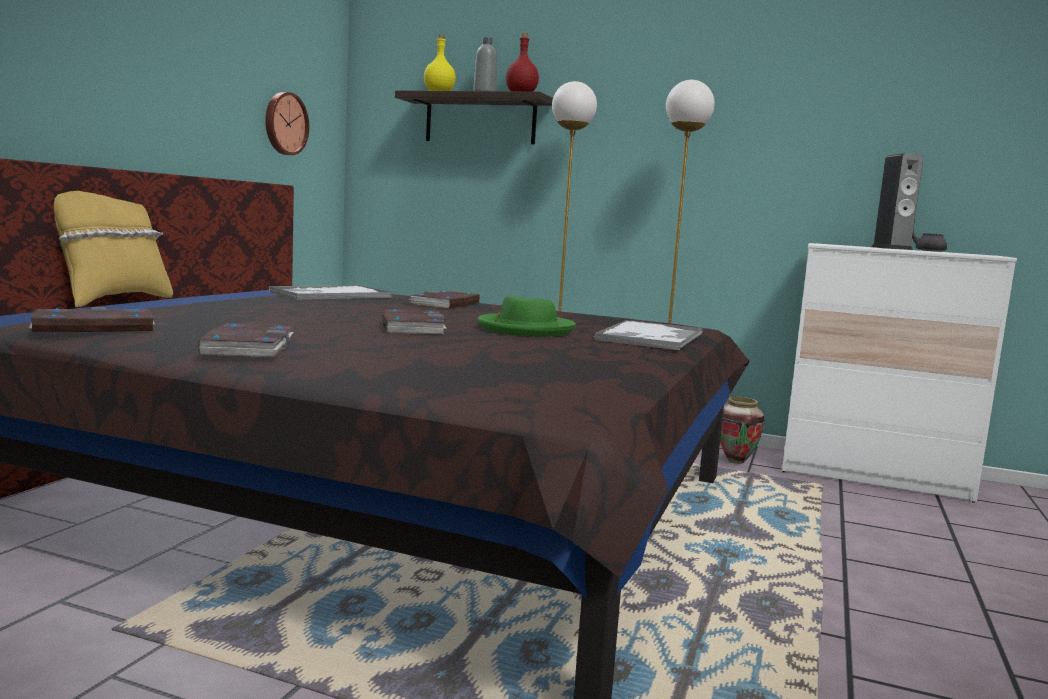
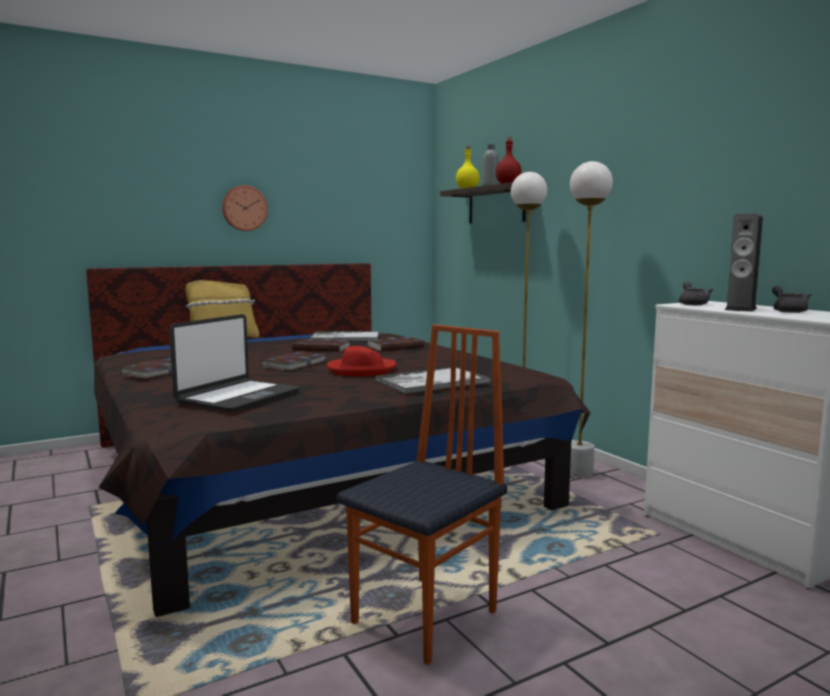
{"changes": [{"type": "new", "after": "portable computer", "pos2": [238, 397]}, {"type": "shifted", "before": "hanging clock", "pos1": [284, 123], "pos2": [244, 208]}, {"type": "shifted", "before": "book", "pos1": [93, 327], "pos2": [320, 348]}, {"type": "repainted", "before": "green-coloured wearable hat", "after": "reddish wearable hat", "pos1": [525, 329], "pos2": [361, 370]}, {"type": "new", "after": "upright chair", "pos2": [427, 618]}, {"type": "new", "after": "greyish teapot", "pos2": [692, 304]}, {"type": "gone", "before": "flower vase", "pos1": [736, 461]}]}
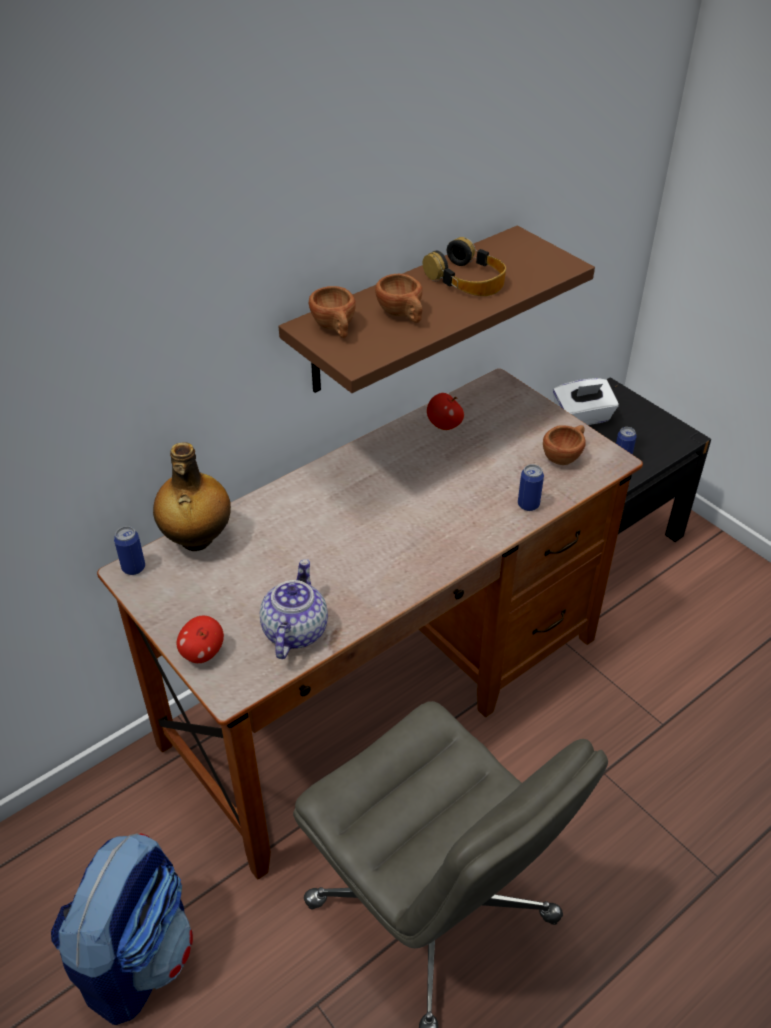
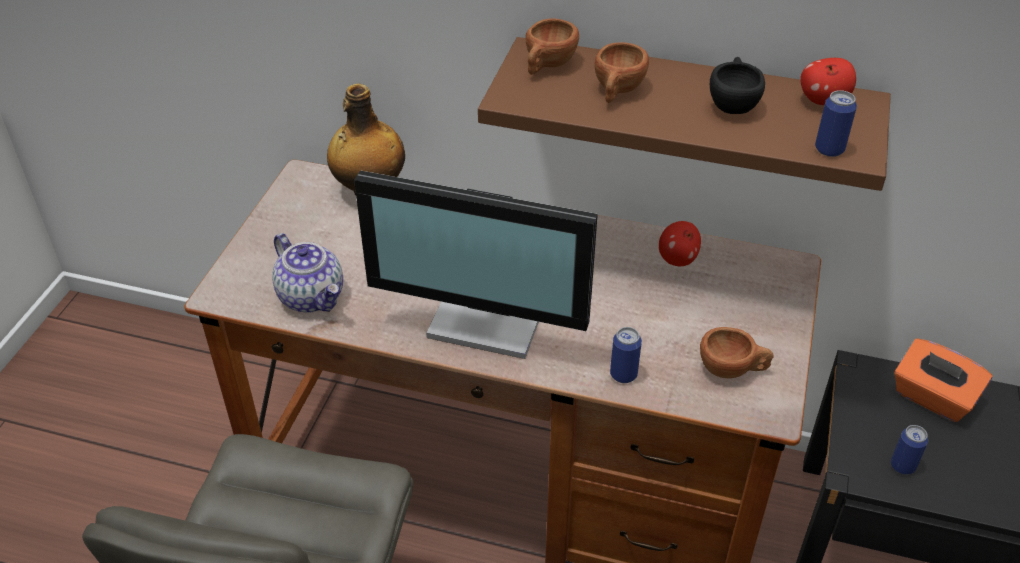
{"changes": [{"type": "rotated", "before": "teapot", "pos1": [294, 630], "pos2": [312, 297], "turn": 75}, {"type": "new", "after": "monitor", "pos2": [490, 317]}, {"type": "swapped", "before": "pair of headphones", "after": "blackish cup", "pos1": [467, 279], "pos2": [732, 103]}, {"type": "shifted", "before": "whole apple", "pos1": [202, 653], "pos2": [823, 100]}, {"type": "shifted", "before": "metal can", "pos1": [133, 568], "pos2": [829, 149]}, {"type": "repainted", "before": "whitish tissue box", "after": "orange-coloured tissue box", "pos1": [582, 418], "pos2": [932, 397]}, {"type": "gone", "before": "rucksack", "pos1": [138, 956]}]}
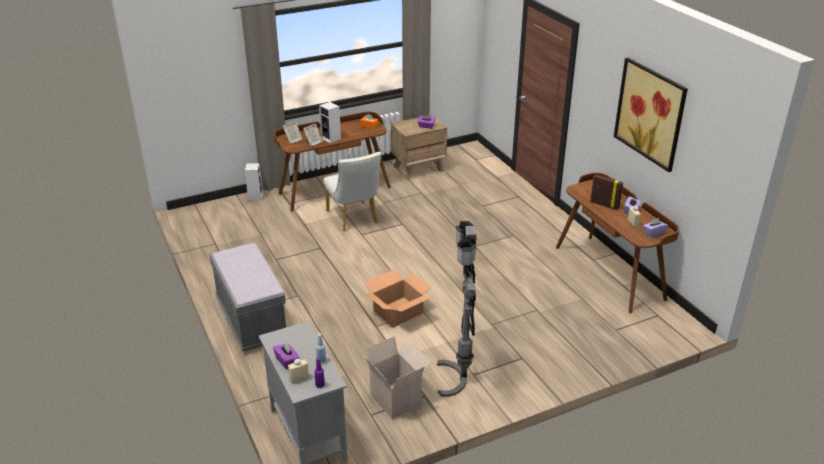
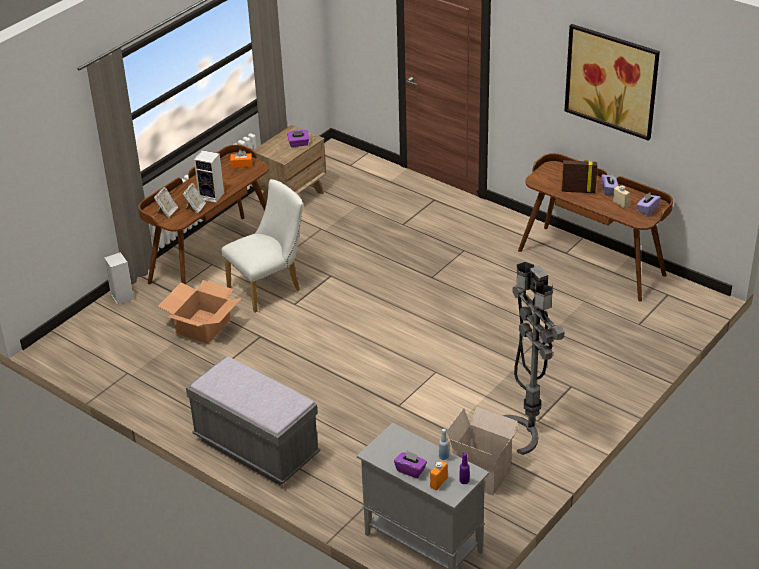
{"changes": [{"type": "shifted", "before": "packing box", "pos1": [397, 311], "pos2": [202, 326]}, {"type": "rotated", "before": "whitish upright chair", "pos1": [354, 219], "pos2": [269, 287], "turn": -75}, {"type": "repainted", "before": "sand-coloured beverage bottle", "after": "orange-coloured beverage bottle", "pos1": [299, 379], "pos2": [439, 483]}]}
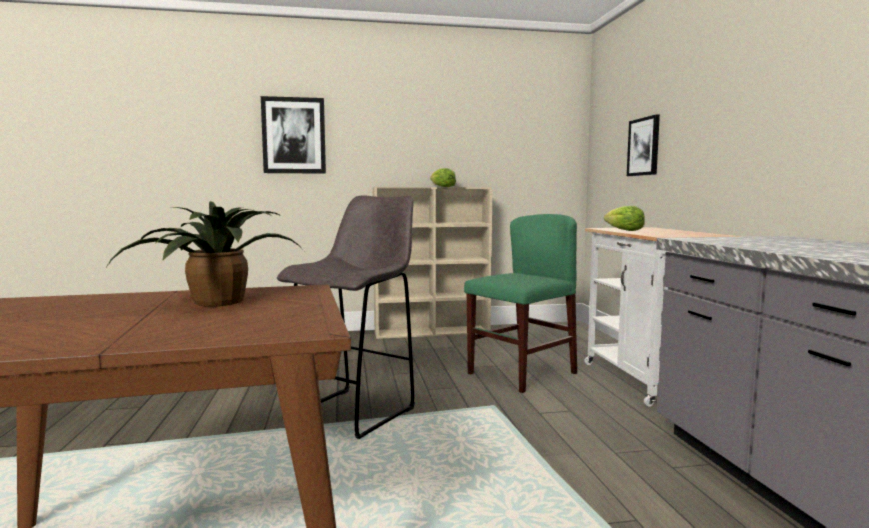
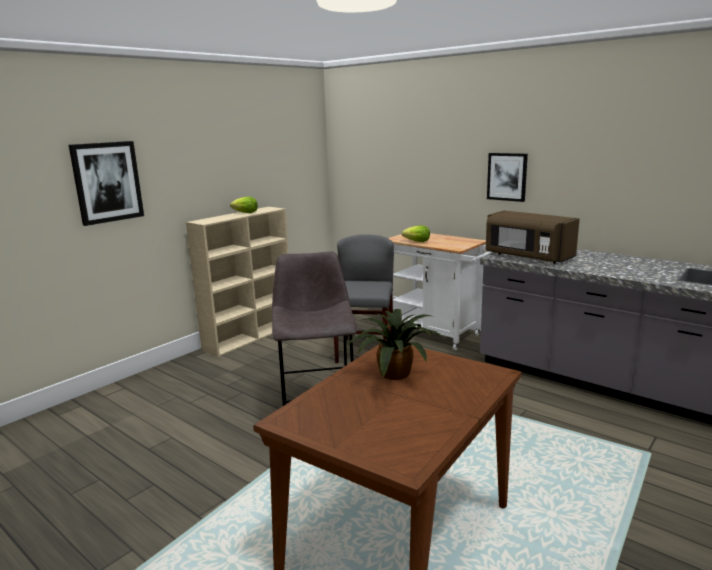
{"changes": [{"type": "repainted", "before": "green-coloured upright chair", "after": "greyish upright chair", "pos1": [522, 373], "pos2": [365, 351]}, {"type": "new", "after": "brown kitchen microwave", "pos2": [527, 257]}, {"type": "shifted", "before": "wall art", "pos1": [644, 147], "pos2": [507, 176]}]}
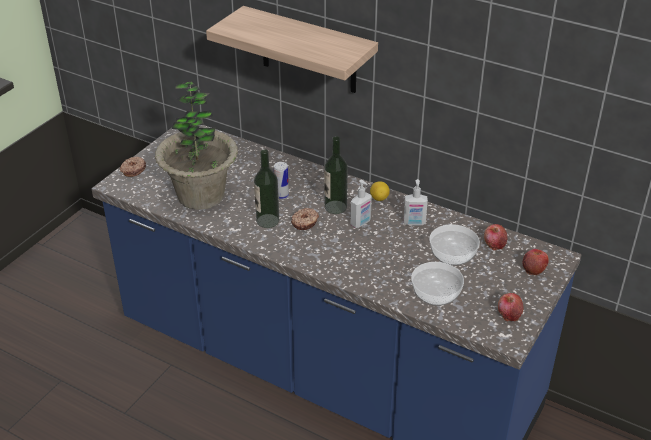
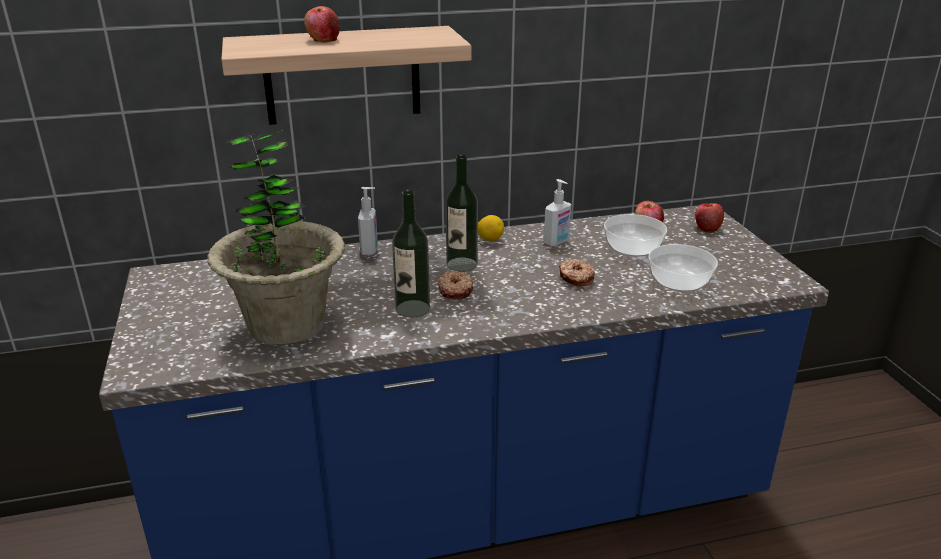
{"changes": [{"type": "shifted", "before": "whole apple", "pos1": [509, 315], "pos2": [323, 39]}, {"type": "shifted", "before": "liquid soap bottle", "pos1": [361, 223], "pos2": [370, 250]}, {"type": "shifted", "before": "doughnut", "pos1": [133, 170], "pos2": [576, 278]}, {"type": "gone", "before": "metal can", "pos1": [281, 196]}]}
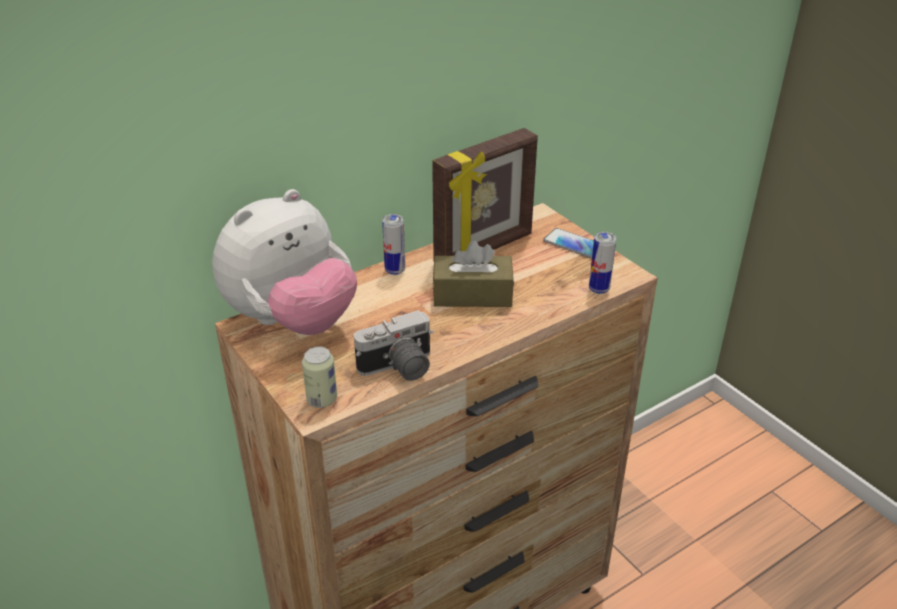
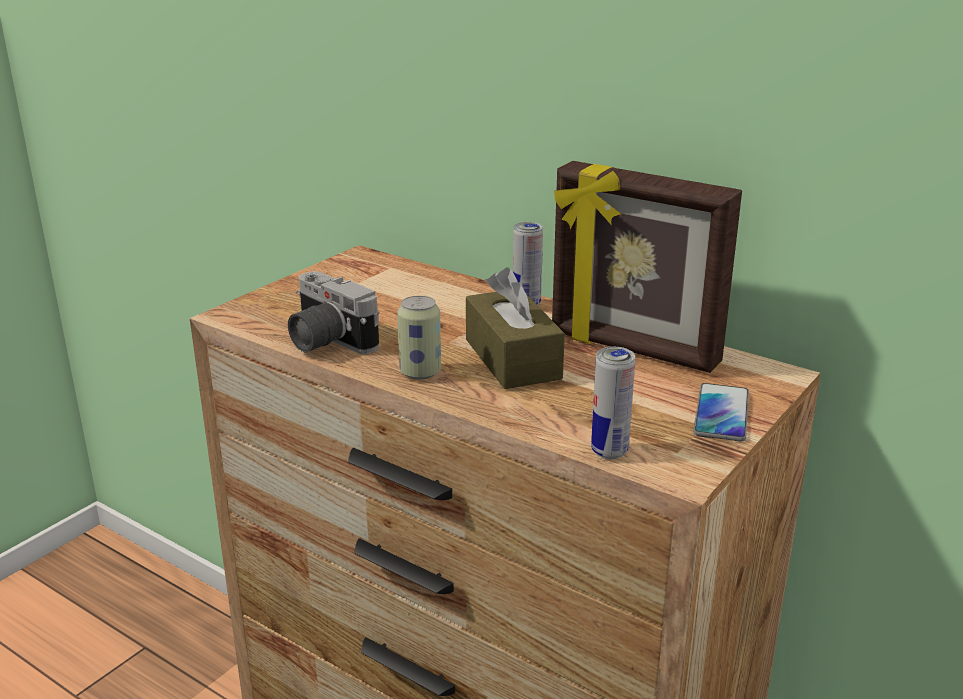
{"changes": [{"type": "shifted", "before": "metal can", "pos1": [322, 399], "pos2": [420, 372]}, {"type": "gone", "before": "cuddly toy", "pos1": [292, 321]}]}
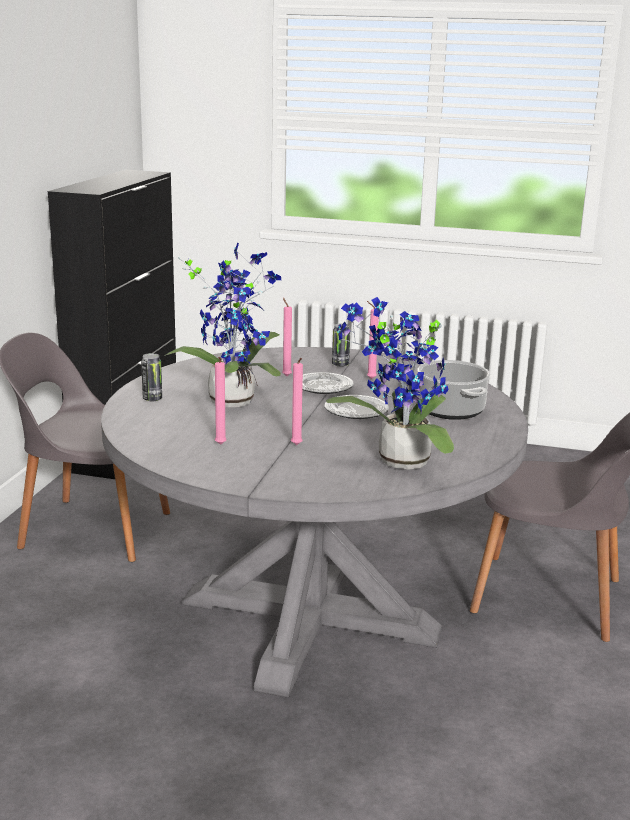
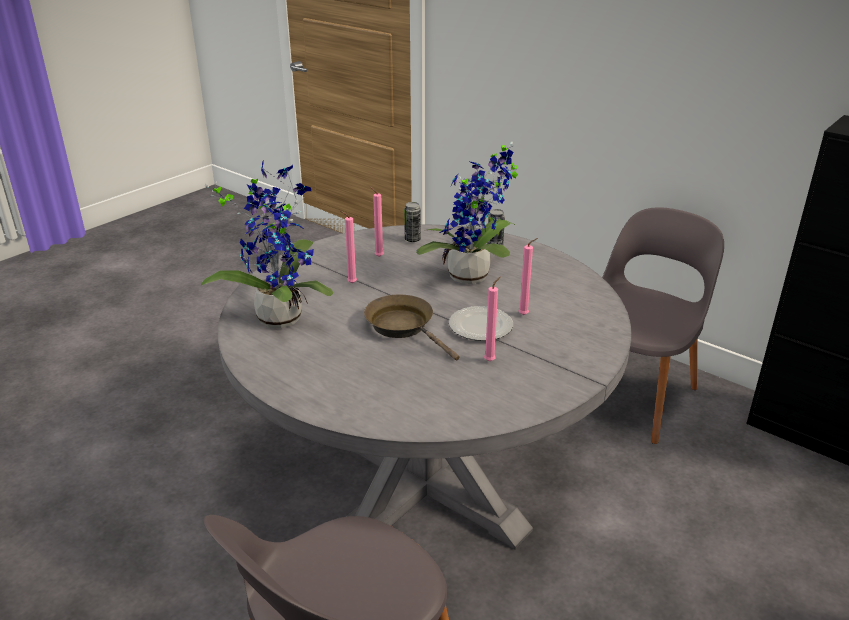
{"changes": [{"type": "swapped", "before": "dinner plate", "after": "brown frying pan", "pos1": [355, 411], "pos2": [404, 327]}, {"type": "shifted", "before": "metal can", "pos1": [340, 364], "pos2": [412, 239]}, {"type": "gone", "before": "cooking pot", "pos1": [451, 410]}]}
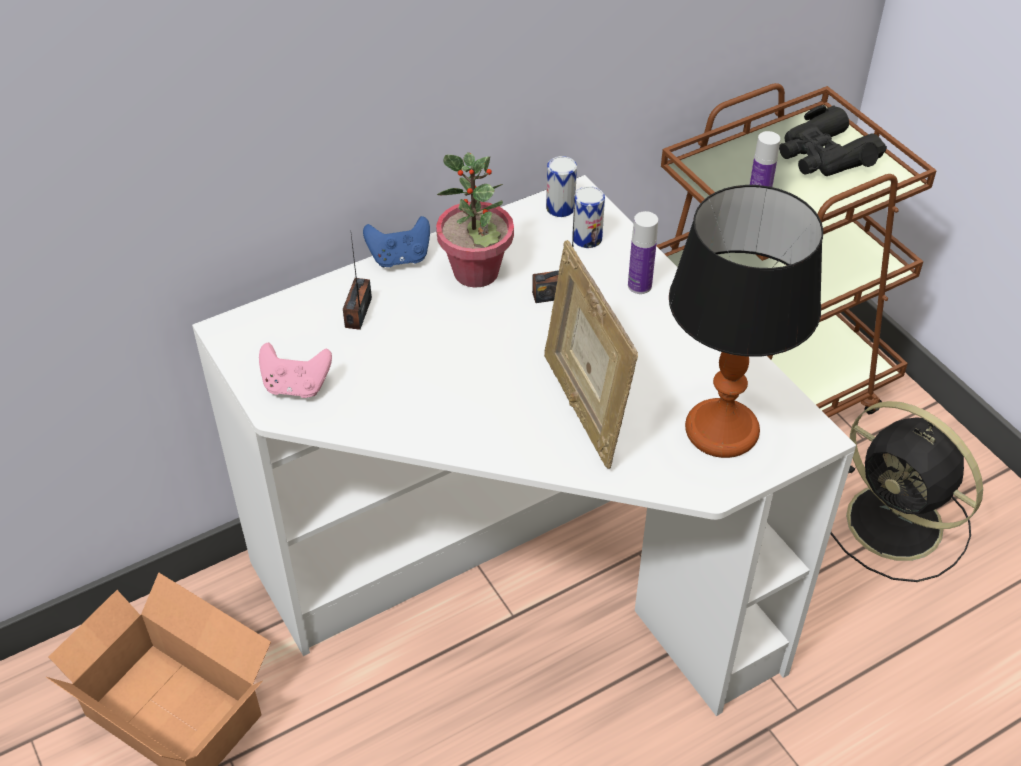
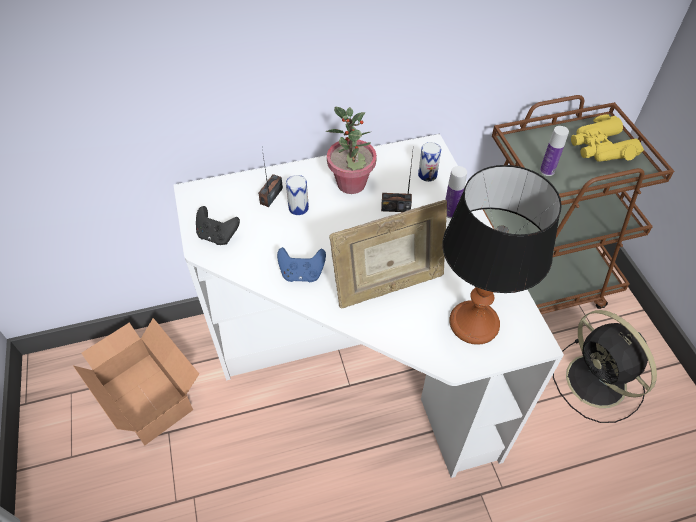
{"changes": [{"type": "repainted", "before": "pink joypad", "after": "blackish joypad", "pos1": [296, 386], "pos2": [217, 236]}, {"type": "shifted", "before": "blue-coloured joypad", "pos1": [400, 258], "pos2": [302, 274]}, {"type": "shifted", "before": "metal can", "pos1": [560, 208], "pos2": [298, 208]}, {"type": "rotated", "before": "standing frame", "pos1": [583, 407], "pos2": [388, 287], "turn": -105}, {"type": "repainted", "before": "blackish pair of binoculars", "after": "yellow-coloured pair of binoculars", "pos1": [824, 156], "pos2": [600, 147]}]}
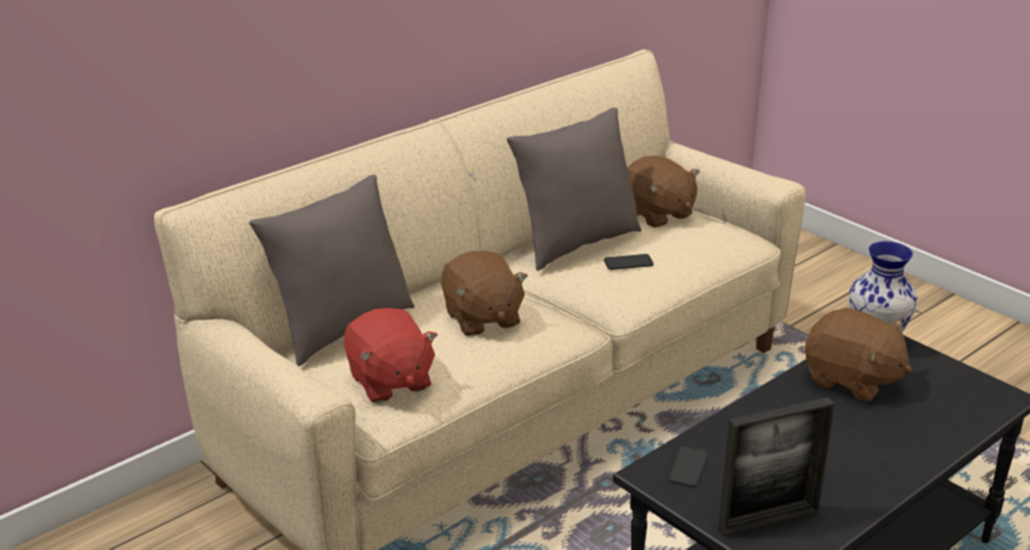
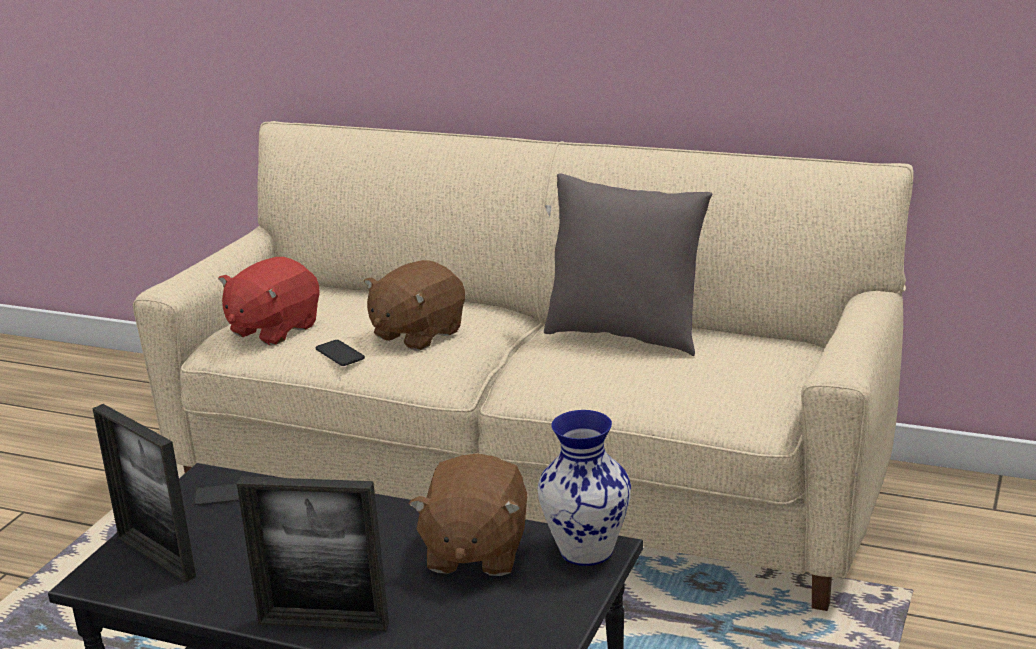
{"changes": [{"type": "new", "after": "standing frame", "pos2": [323, 623]}, {"type": "shifted", "before": "handset", "pos1": [628, 262], "pos2": [340, 353]}, {"type": "gone", "before": "greyish throw pillow", "pos1": [341, 328]}, {"type": "gone", "before": "brown cuddly toy", "pos1": [656, 214]}]}
